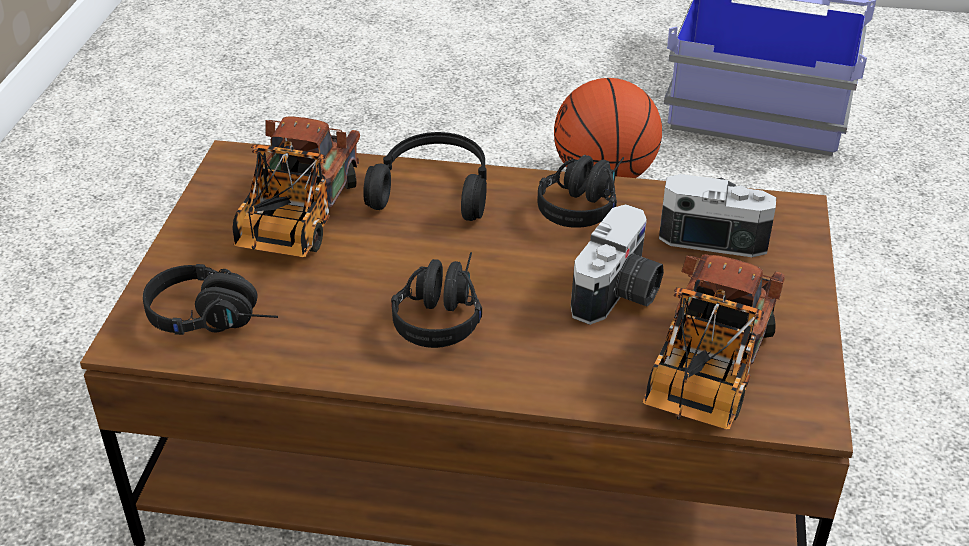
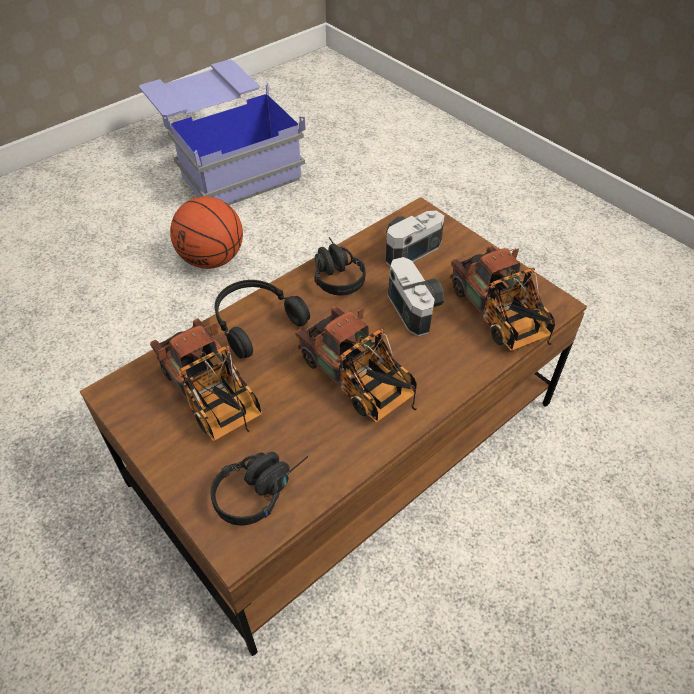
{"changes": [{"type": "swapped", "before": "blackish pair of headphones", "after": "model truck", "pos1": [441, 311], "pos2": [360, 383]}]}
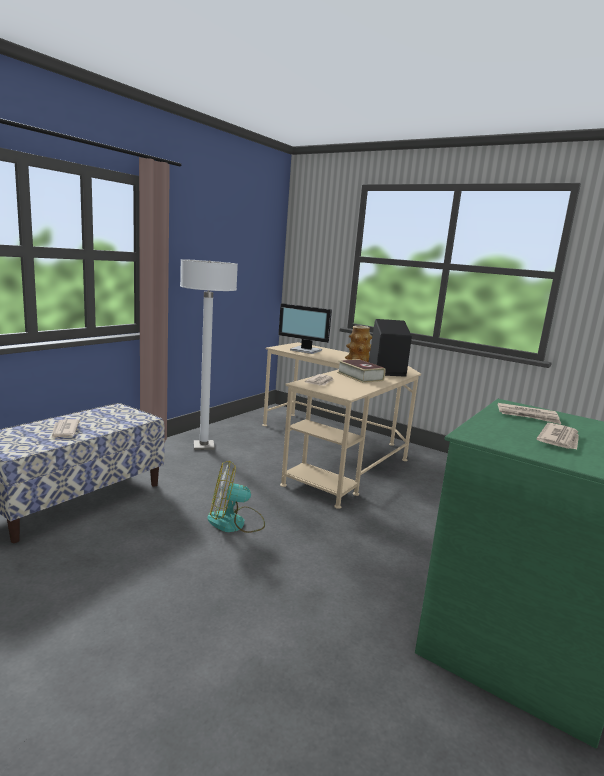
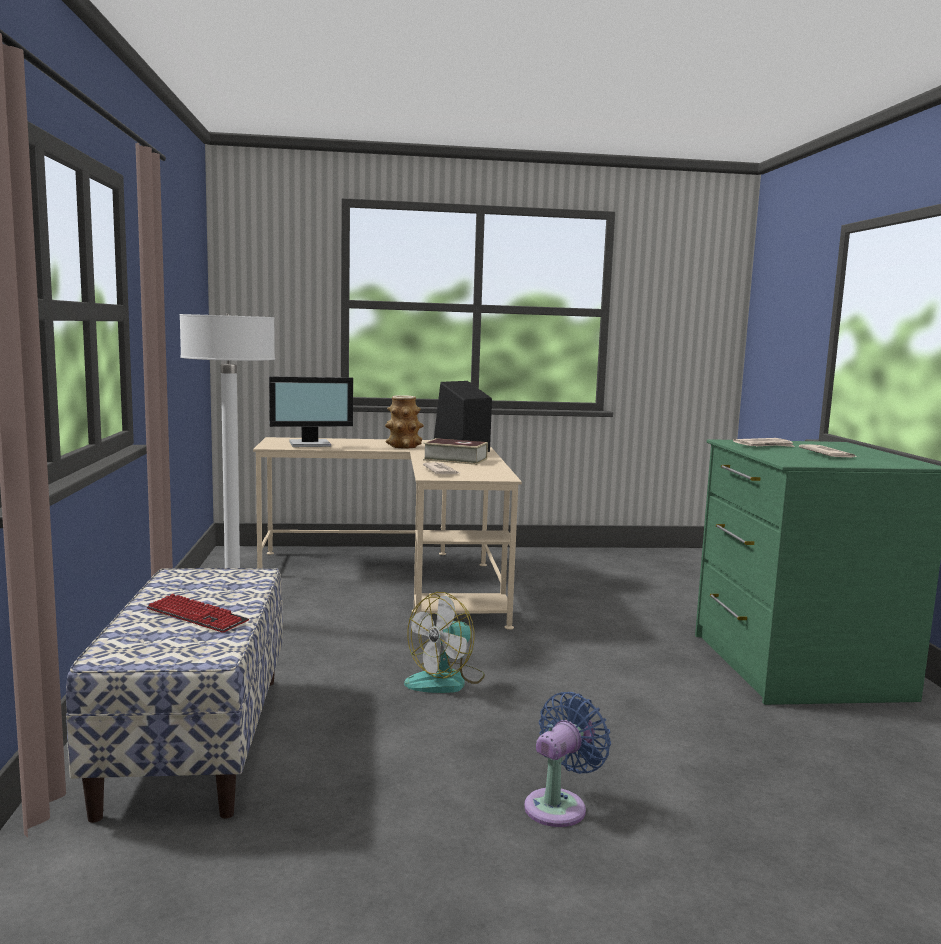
{"changes": [{"type": "swapped", "before": "daily paper", "after": "PC keyboard", "pos1": [64, 430], "pos2": [196, 616]}, {"type": "new", "after": "blue-coloured fan", "pos2": [559, 805]}]}
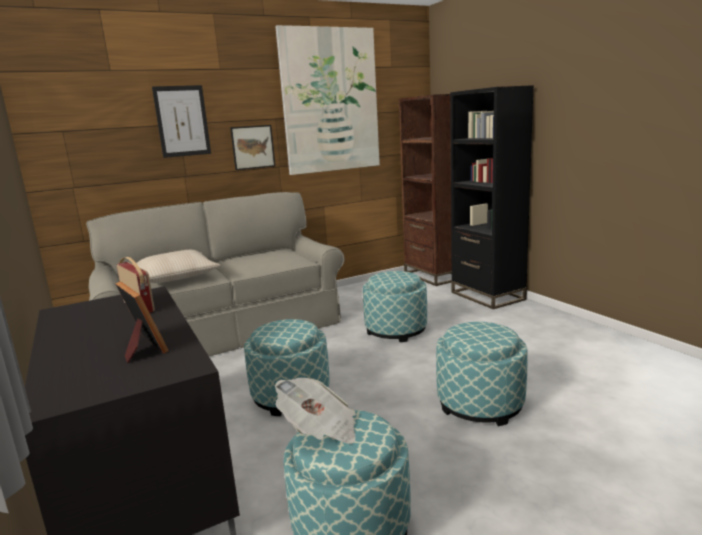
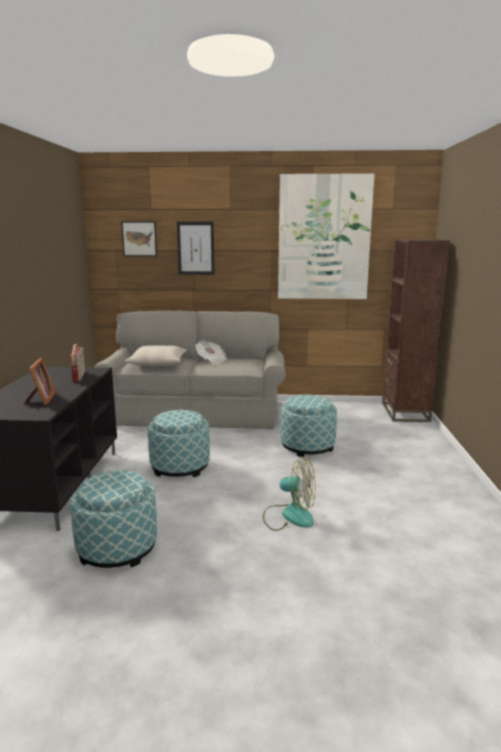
{"changes": [{"type": "shifted", "before": "wall art", "pos1": [253, 147], "pos2": [139, 239]}, {"type": "shifted", "before": "daily paper", "pos1": [319, 429], "pos2": [211, 360]}, {"type": "swapped", "before": "pouffe", "after": "fan", "pos1": [480, 403], "pos2": [289, 516]}, {"type": "gone", "before": "blackish shelving unit", "pos1": [487, 296]}]}
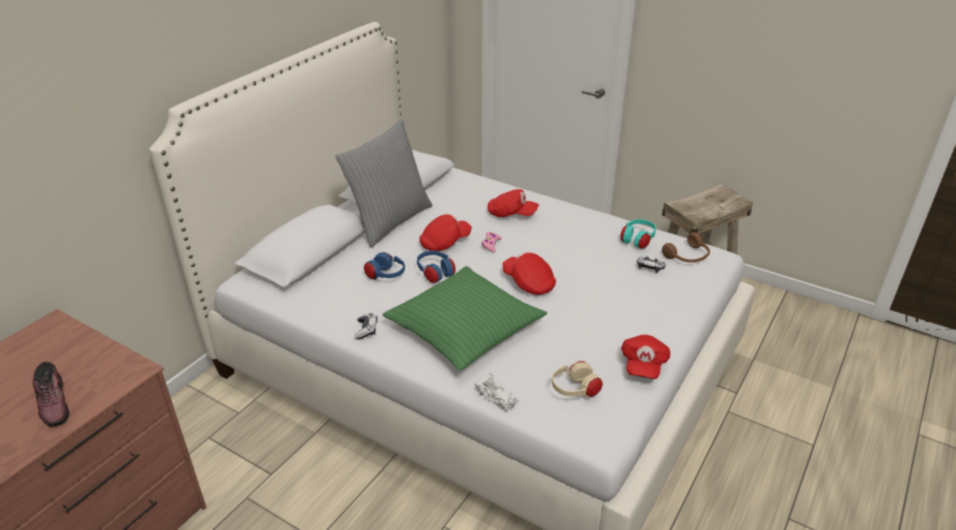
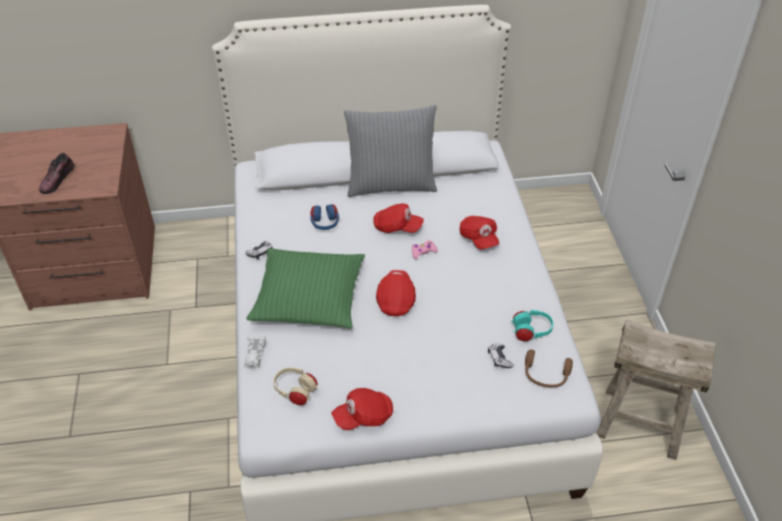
{"changes": [{"type": "gone", "before": "blue-coloured pair of headphones", "pos1": [435, 274]}]}
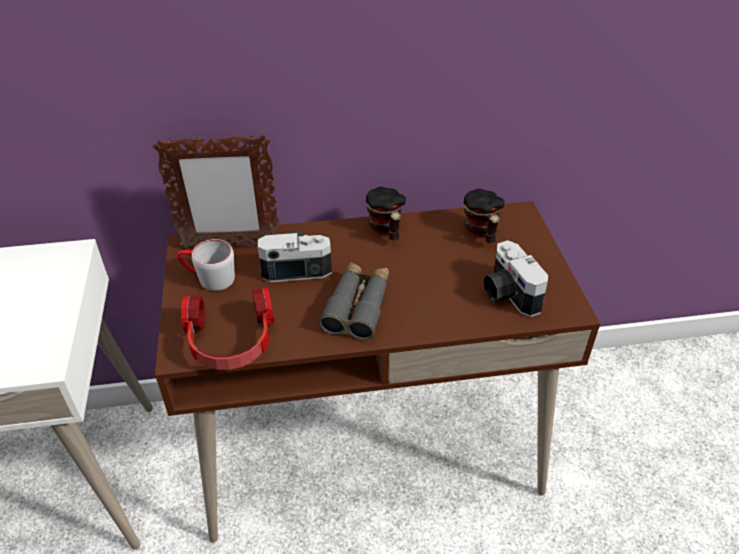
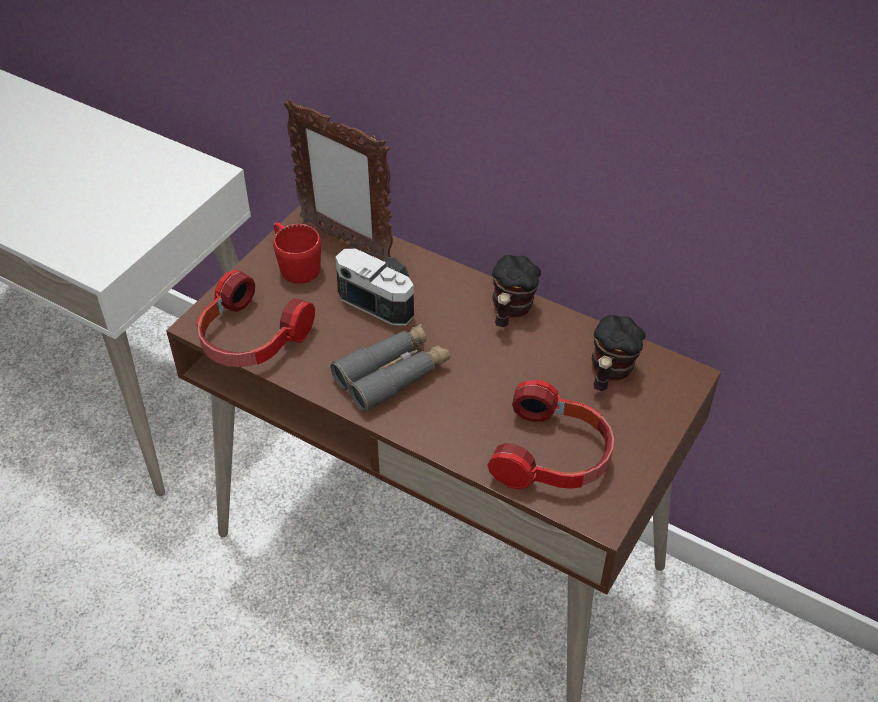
{"changes": [{"type": "repainted", "before": "greyish coffee mug", "after": "reddish coffee mug", "pos1": [208, 278], "pos2": [294, 264]}, {"type": "swapped", "before": "still camera", "after": "pair of headphones", "pos1": [507, 294], "pos2": [554, 455]}]}
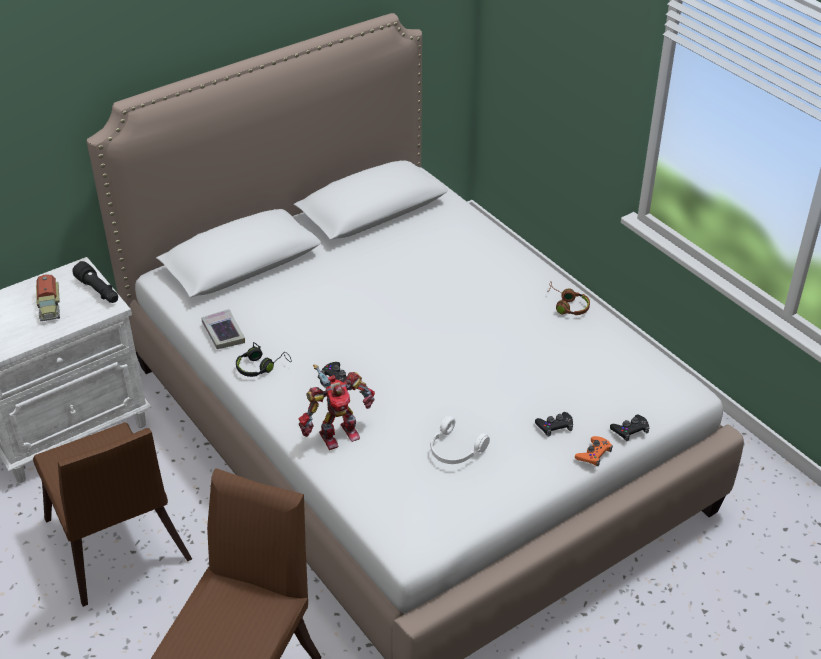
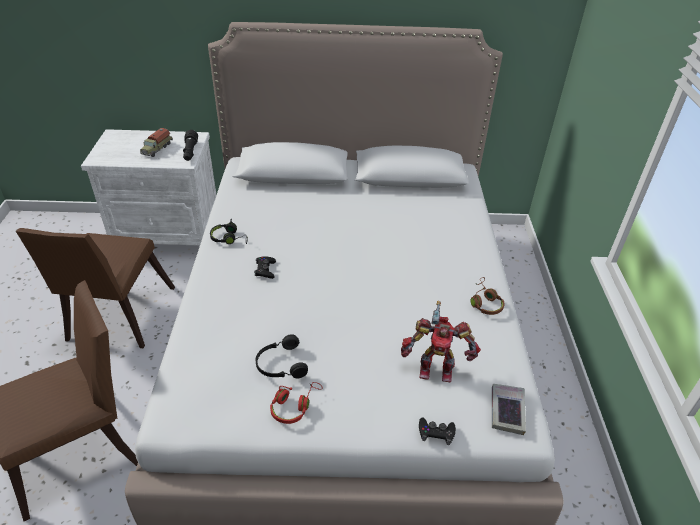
{"changes": [{"type": "repainted", "before": "whitish pair of headphones", "after": "blackish pair of headphones", "pos1": [455, 450], "pos2": [280, 365]}, {"type": "new", "after": "reddish pair of headphones", "pos2": [294, 406]}, {"type": "shifted", "before": "robot figure", "pos1": [337, 434], "pos2": [435, 368]}, {"type": "shifted", "before": "book", "pos1": [223, 333], "pos2": [507, 411]}, {"type": "gone", "before": "blackish joypad", "pos1": [554, 426]}, {"type": "gone", "before": "orange-coloured joypad", "pos1": [593, 454]}]}
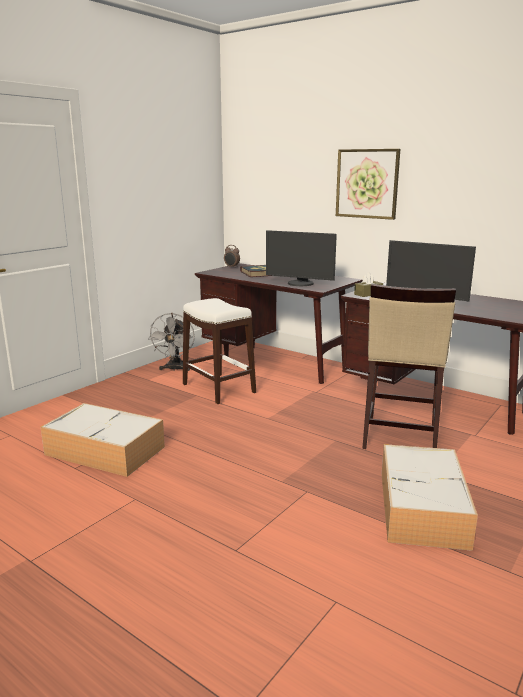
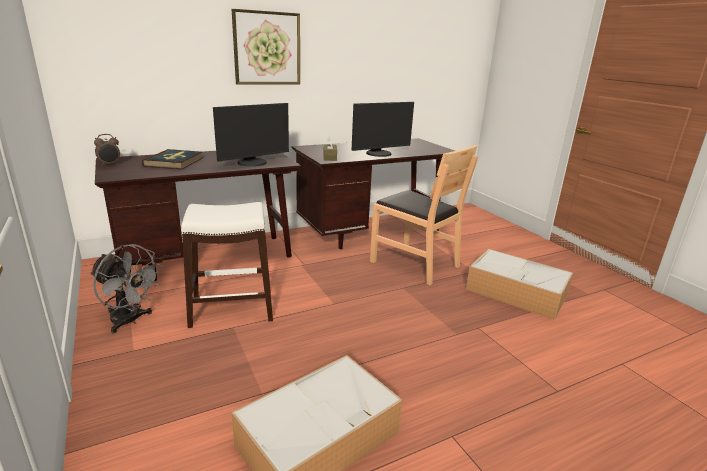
{"changes": [{"type": "swapped", "before": "sand-coloured sitting stool", "after": "brown upright chair", "pos1": [399, 436], "pos2": [415, 263]}]}
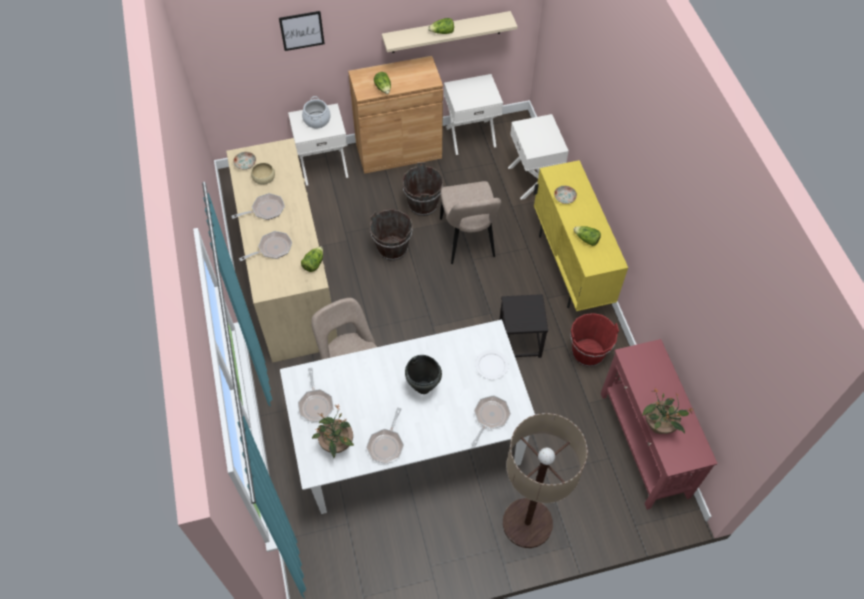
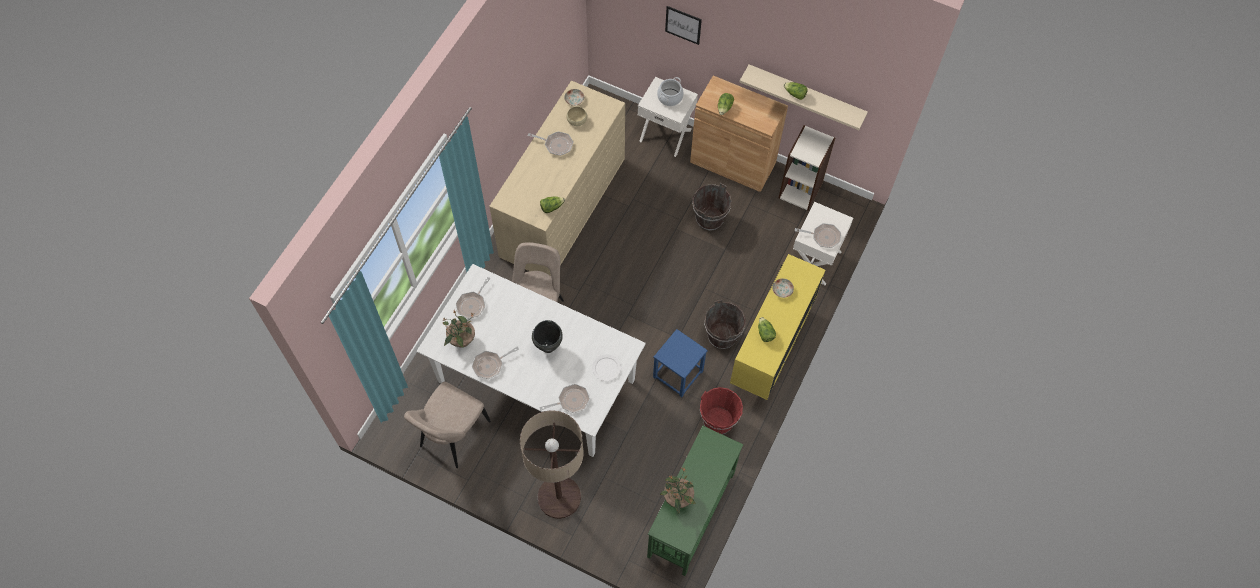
{"changes": [{"type": "shifted", "before": "sand-coloured upright chair", "pos1": [468, 240], "pos2": [452, 436]}, {"type": "repainted", "before": "reddish hall table", "after": "green-coloured hall table", "pos1": [643, 444], "pos2": [690, 515]}, {"type": "repainted", "before": "blackish sitting stool", "after": "blue-coloured sitting stool", "pos1": [520, 341], "pos2": [678, 374]}, {"type": "shifted", "before": "brown bucket", "pos1": [392, 248], "pos2": [722, 336]}, {"type": "swapped", "before": "whitish night table", "after": "shelving unit", "pos1": [470, 136], "pos2": [801, 189]}, {"type": "shifted", "before": "frying pan", "pos1": [272, 249], "pos2": [823, 237]}]}
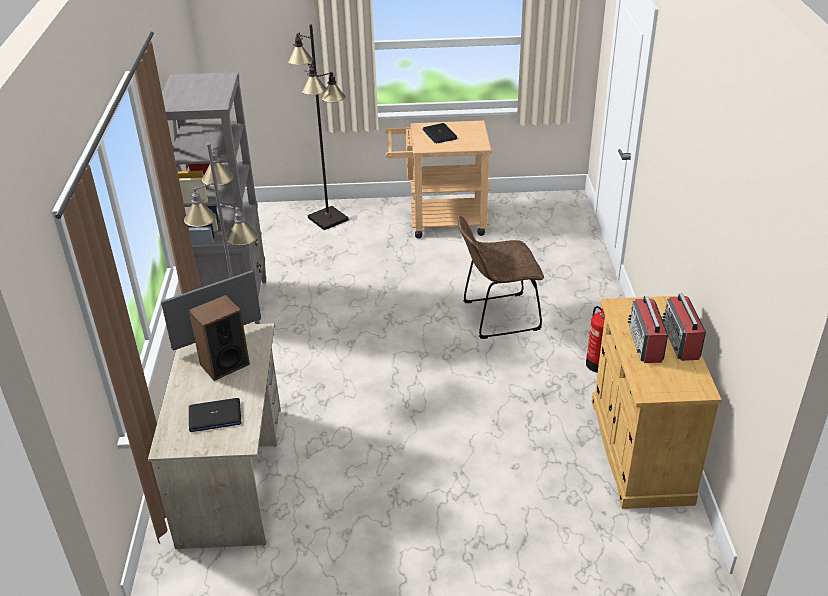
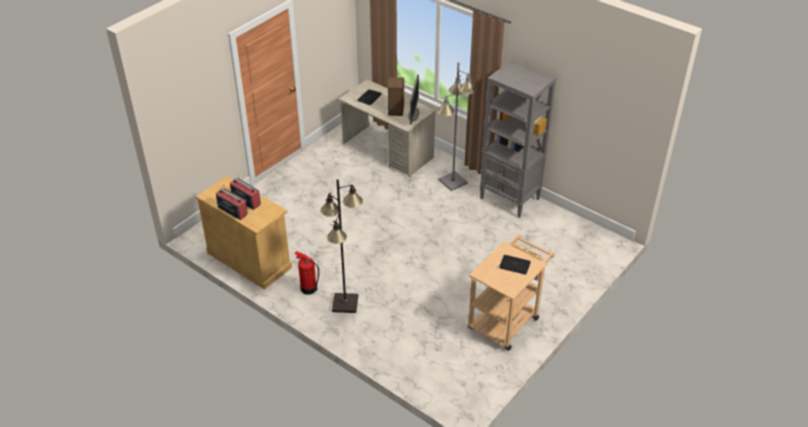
{"changes": [{"type": "shifted", "before": "blackish standing lamp", "pos1": [328, 218], "pos2": [345, 304]}, {"type": "gone", "before": "brown upright chair", "pos1": [496, 316]}]}
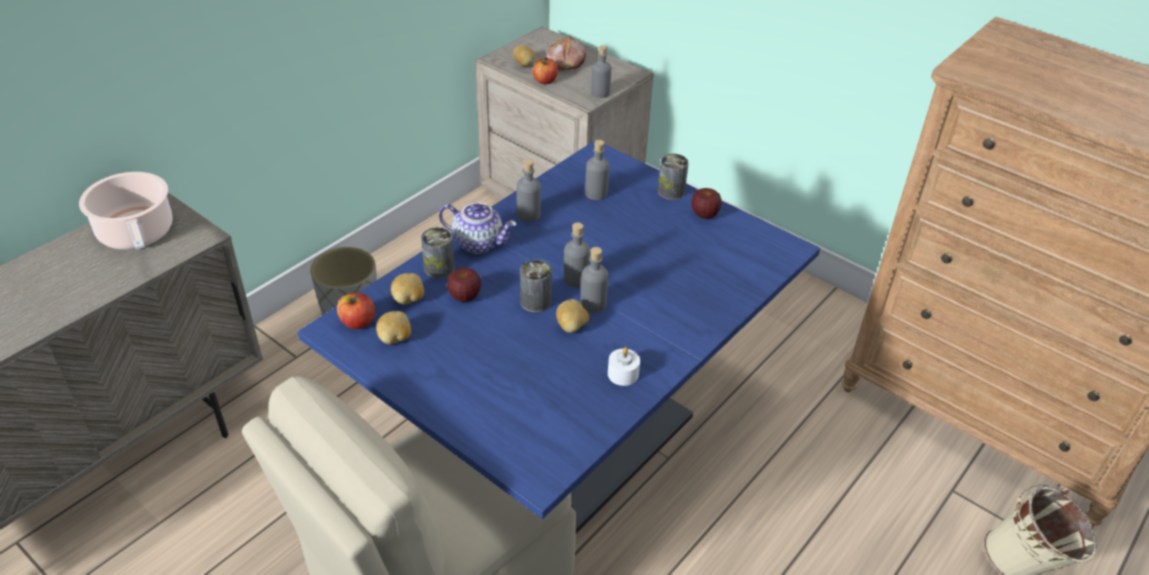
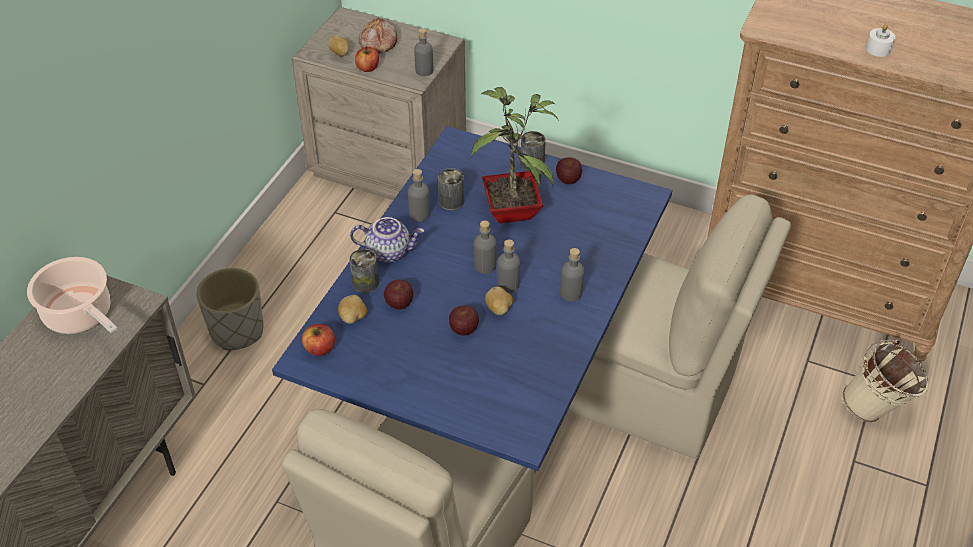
{"changes": [{"type": "shifted", "before": "metal can", "pos1": [536, 301], "pos2": [451, 201]}, {"type": "new", "after": "whole apple", "pos2": [464, 330]}, {"type": "new", "after": "potted plant", "pos2": [514, 211]}, {"type": "shifted", "before": "greyish beverage bottle", "pos1": [596, 193], "pos2": [571, 293]}, {"type": "new", "after": "sand-coloured upright chair", "pos2": [647, 391]}, {"type": "shifted", "before": "whitish candle", "pos1": [623, 374], "pos2": [878, 49]}, {"type": "gone", "before": "whole potato", "pos1": [395, 339]}]}
